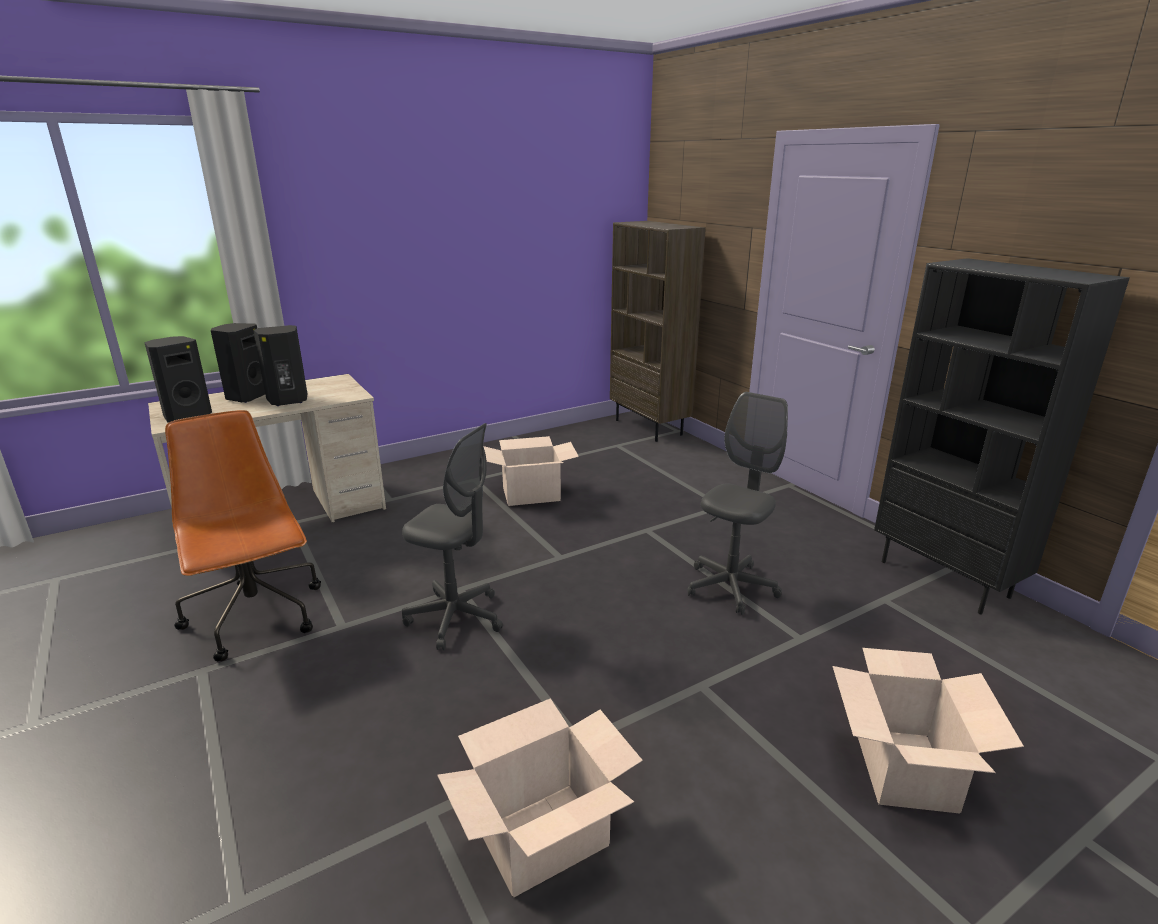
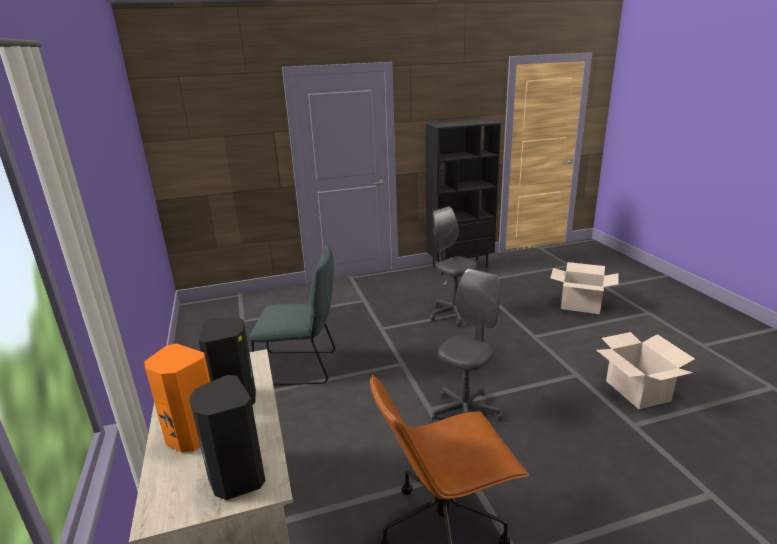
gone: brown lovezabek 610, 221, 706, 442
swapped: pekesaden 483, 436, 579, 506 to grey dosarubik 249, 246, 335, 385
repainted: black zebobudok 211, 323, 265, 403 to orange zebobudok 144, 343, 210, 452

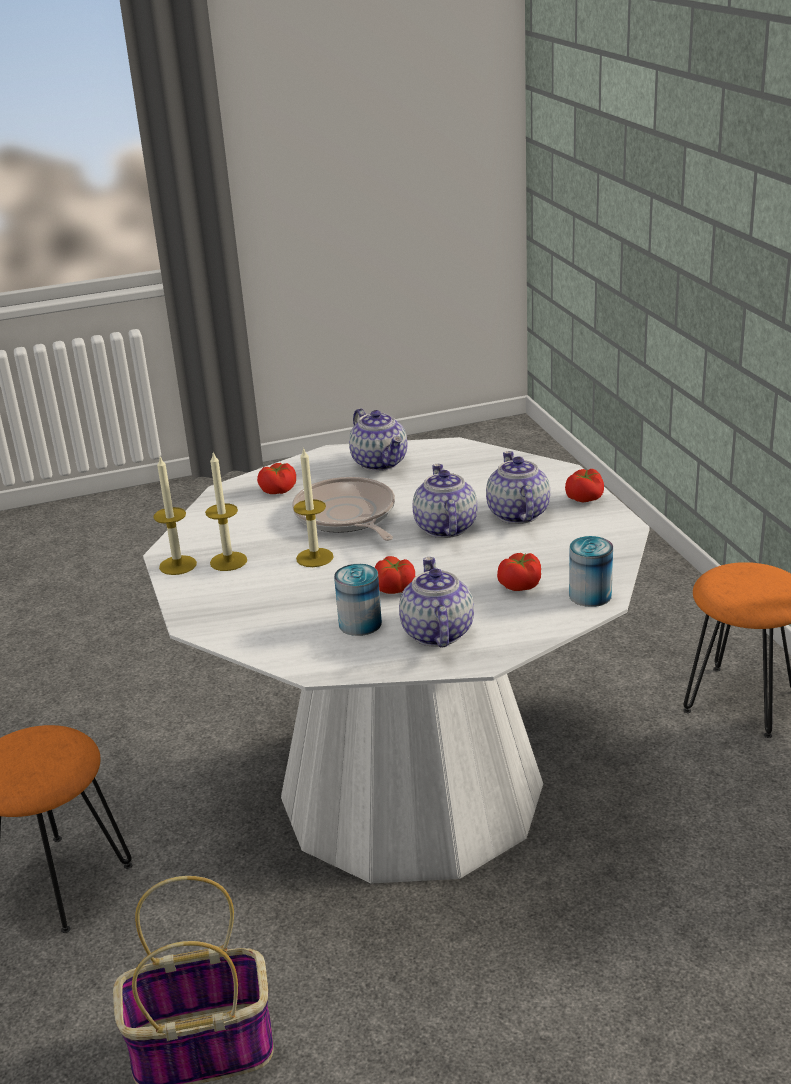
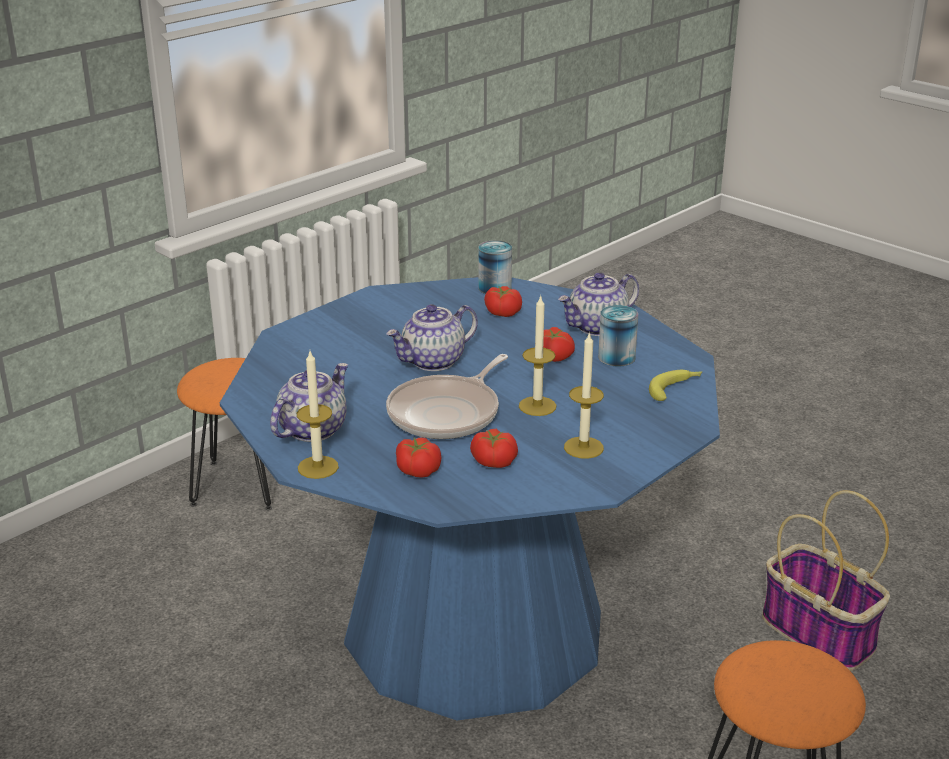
gone: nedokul 486, 451, 550, 524
new: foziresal 649, 370, 702, 401
shifted: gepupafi 153, 457, 197, 575 to 297, 351, 339, 479; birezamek 565, 469, 604, 503 to 470, 429, 518, 468
repainted: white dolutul 143, 437, 650, 884 to blue dolutul 220, 277, 720, 721

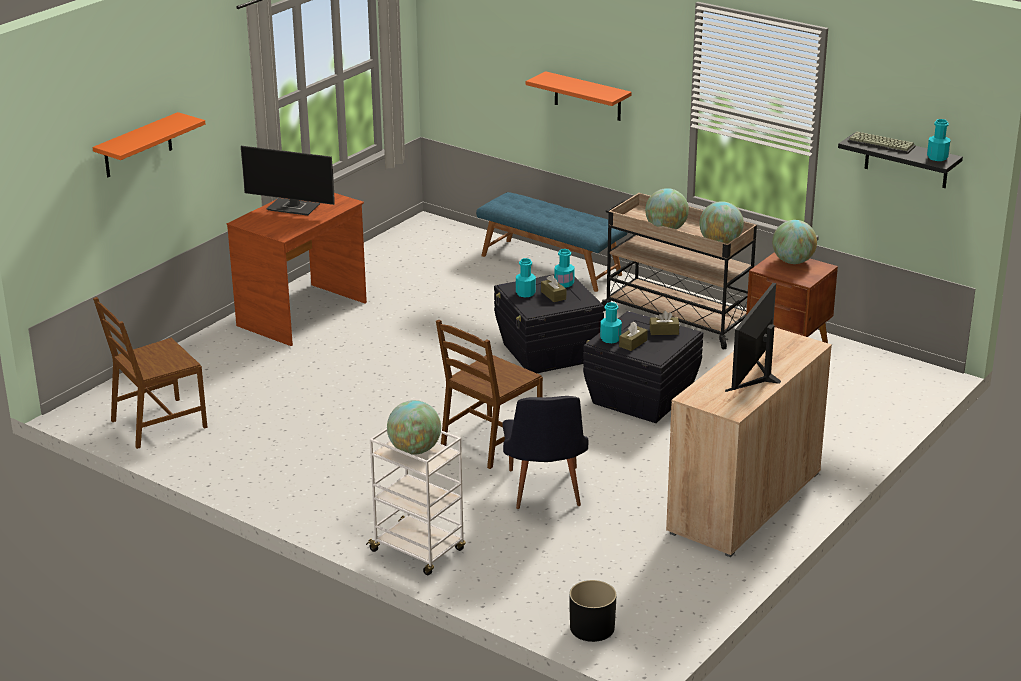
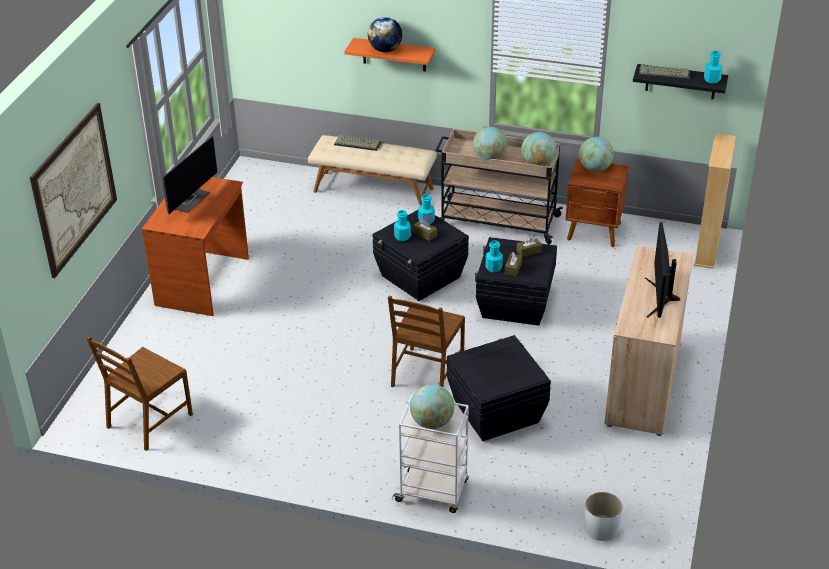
new: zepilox 334, 135, 381, 151; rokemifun 368, 17, 402, 52; beige lovezabek 694, 133, 736, 269
swapped: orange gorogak 92, 112, 205, 177 to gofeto 30, 103, 117, 278; black dosarubik 502, 396, 588, 509 to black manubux 447, 335, 551, 441
repainted: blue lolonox 476, 192, 627, 292 to beige lolonox 308, 135, 437, 206; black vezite 569, 580, 616, 642 to white vezite 584, 492, 622, 541
rotated: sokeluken 241, 146, 334, 216 = 163, 136, 218, 214 60 degrees counterclockwise

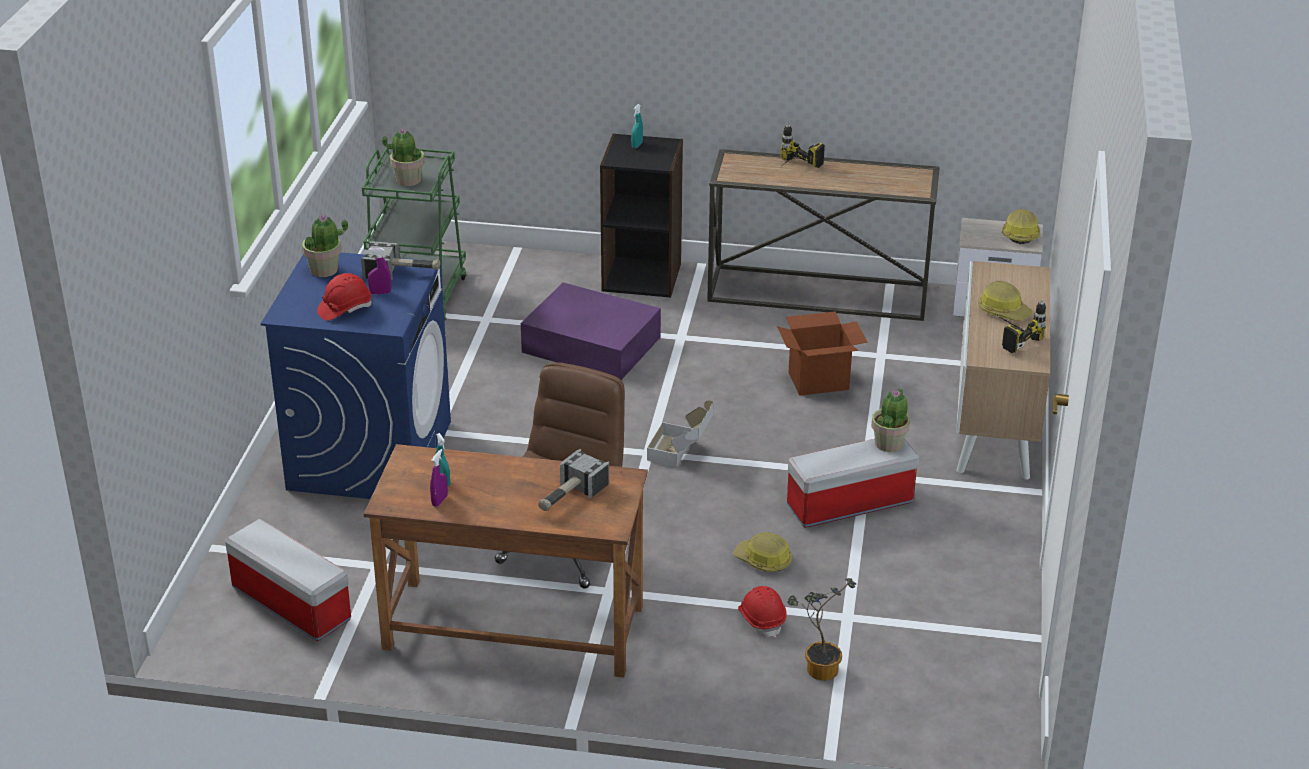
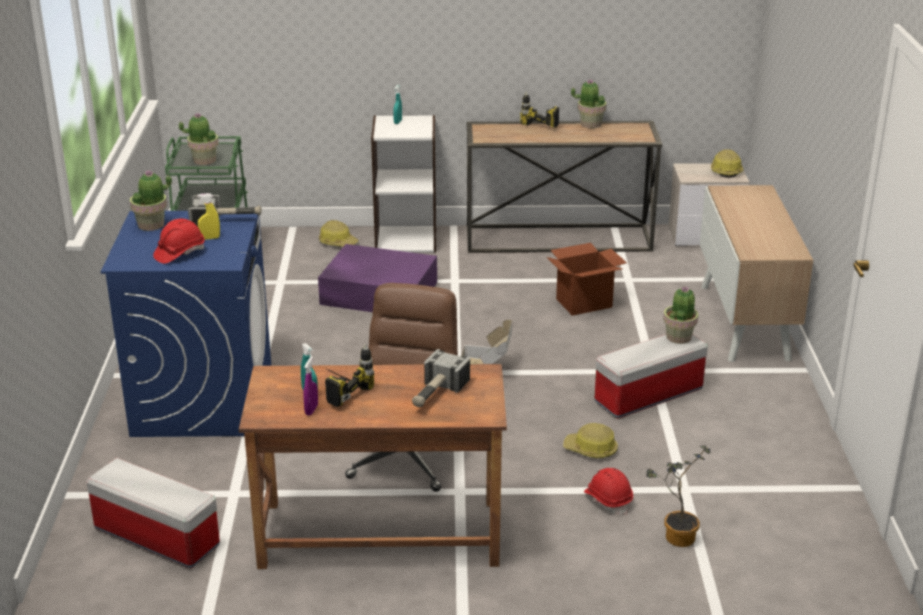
new: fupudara 571, 79, 606, 128
shifted: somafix 979, 280, 1033, 321 to 319, 220, 358, 247; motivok 998, 300, 1046, 353 to 321, 344, 374, 407
repainted: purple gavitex 368, 248, 391, 294 to yellow gavitex 197, 193, 220, 240; black lovezabek 600, 133, 683, 298 to white lovezabek 371, 115, 436, 253

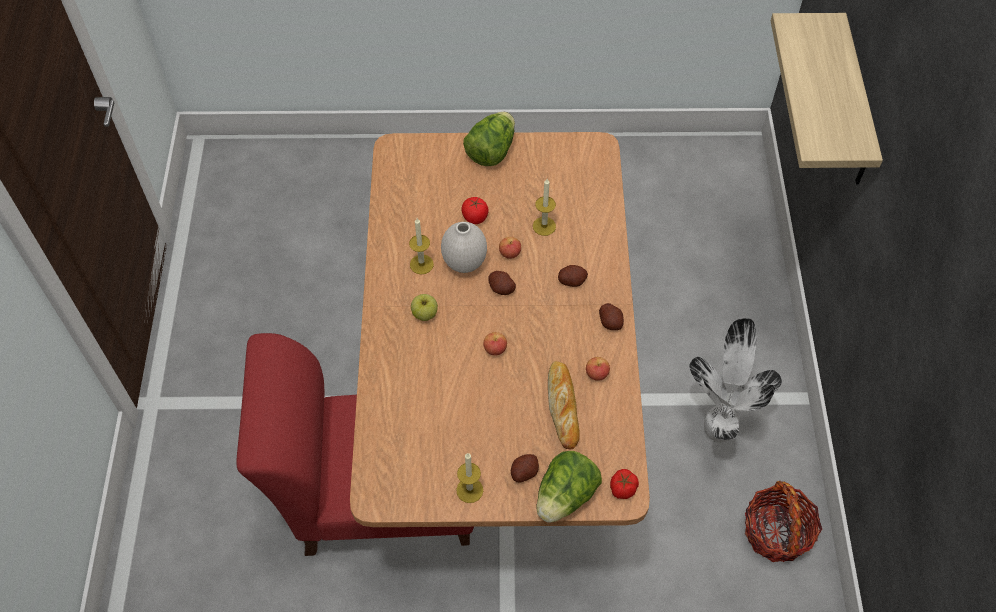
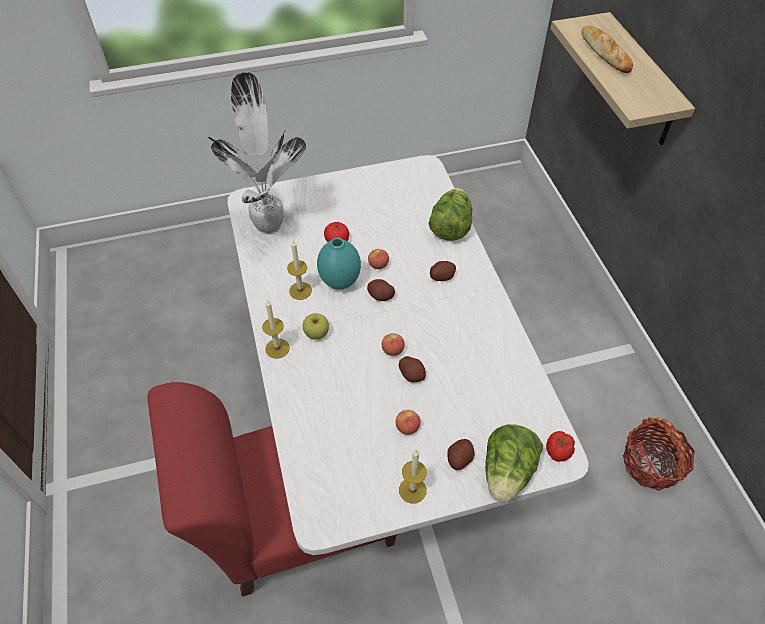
shifted: fupudara 689, 318, 782, 443 to 208, 72, 306, 234; gepupafi 533, 179, 556, 236 to 262, 300, 290, 359; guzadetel 586, 357, 610, 381 to 395, 410, 420, 435; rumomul 599, 303, 624, 330 to 398, 356, 426, 382; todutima 463, 112, 515, 166 to 429, 188, 472, 241; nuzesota 548, 361, 580, 449 to 582, 26, 633, 73
repainted: brown dolutul 350, 132, 650, 527 to white dolutul 228, 155, 589, 555; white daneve 441, 222, 487, 273 to turquoise daneve 317, 238, 361, 290

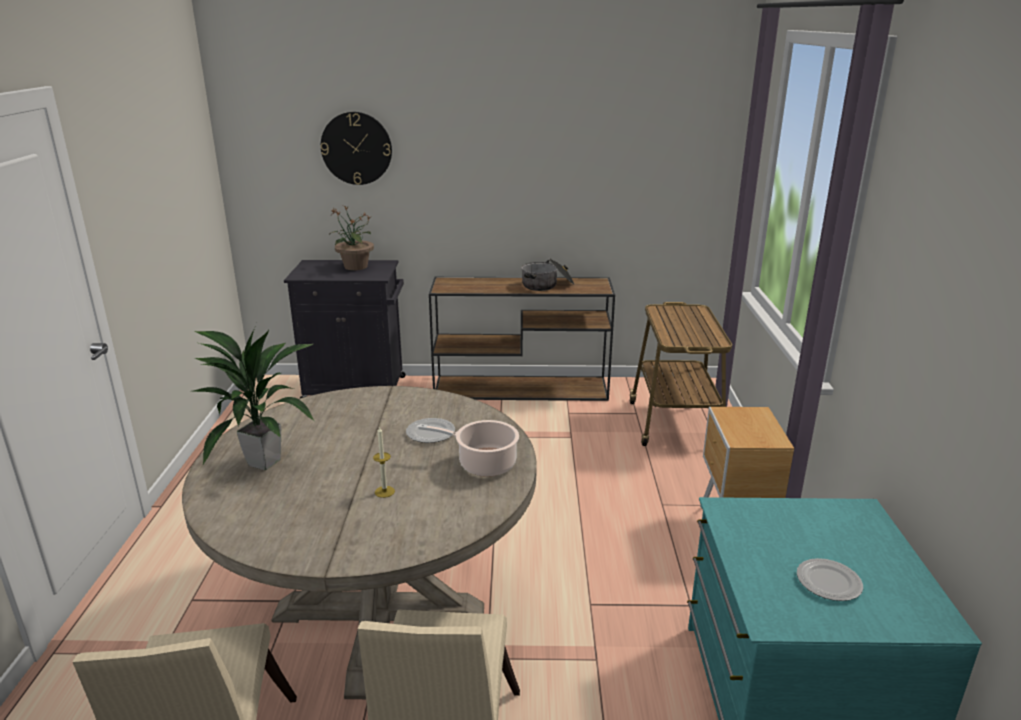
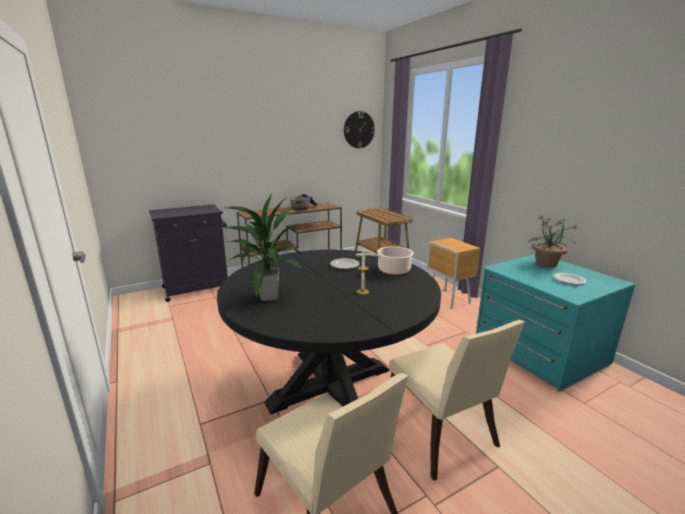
shifted: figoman 320, 112, 392, 185 to 344, 111, 375, 148; fupudara 329, 206, 374, 270 to 529, 216, 578, 267
repainted: beige dolutul 182, 386, 537, 699 to black dolutul 217, 250, 441, 414

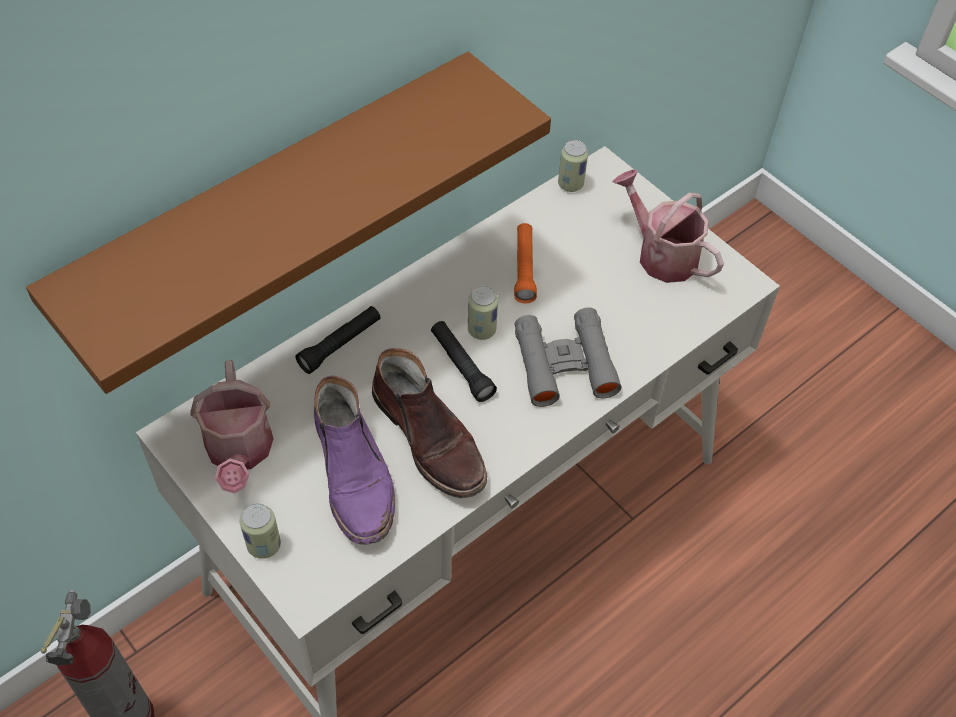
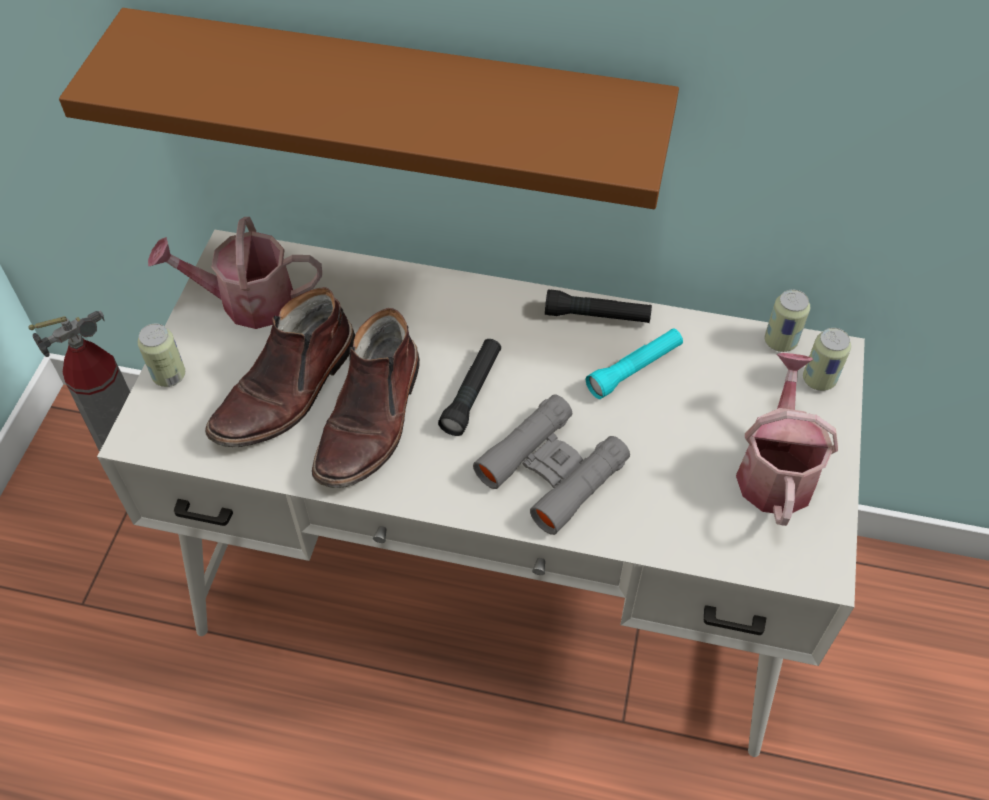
shifted: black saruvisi 295, 306, 381, 374 to 545, 289, 652, 323; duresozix 468, 286, 498, 340 to 803, 328, 851, 391
repainted: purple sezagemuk 314, 376, 395, 545 to brown sezagemuk 205, 287, 355, 447; orange saruvisi 514, 223, 537, 303 to turquoise saruvisi 586, 328, 683, 399
rotated: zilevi 190, 360, 274, 494 = 148, 217, 322, 329 45 degrees clockwise

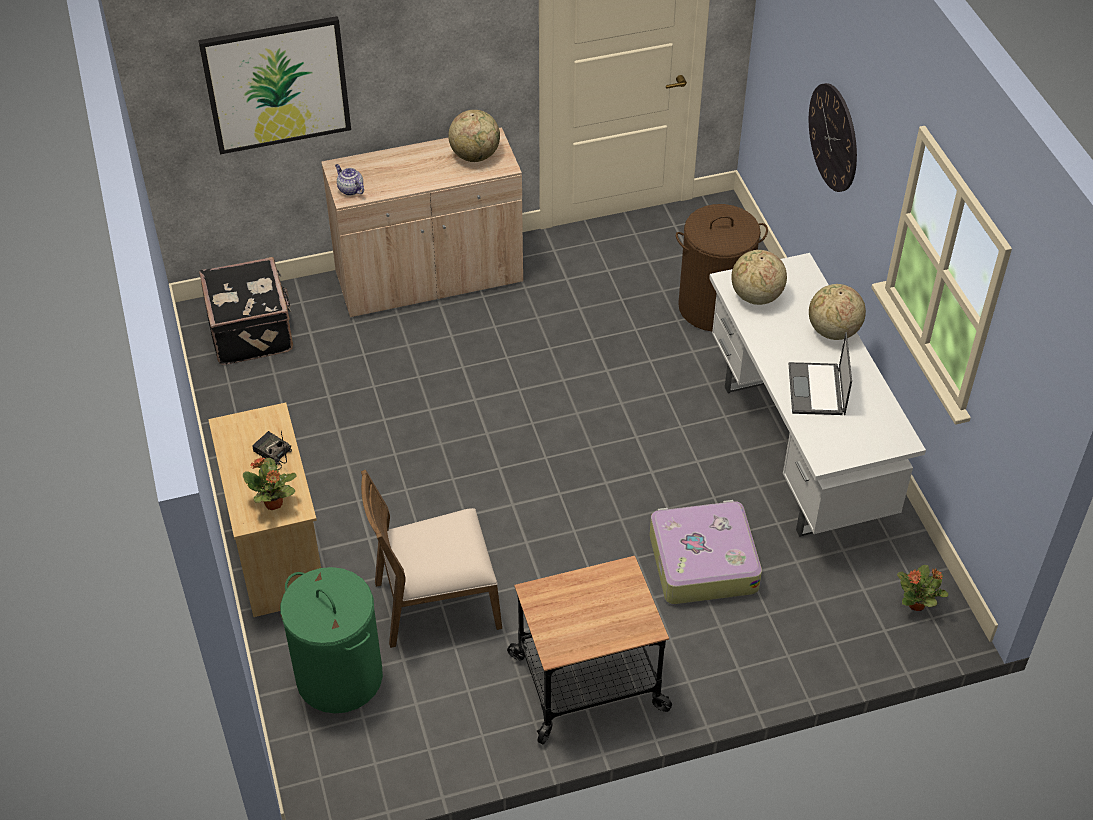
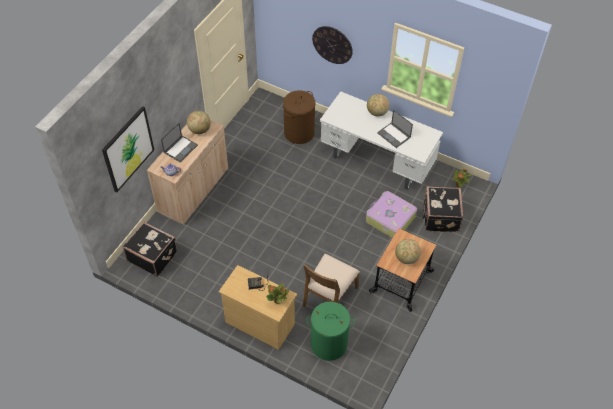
new: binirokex 161, 123, 198, 162; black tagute 422, 186, 463, 232
shifted: rokemifun 731, 250, 787, 305 to 395, 239, 421, 264

